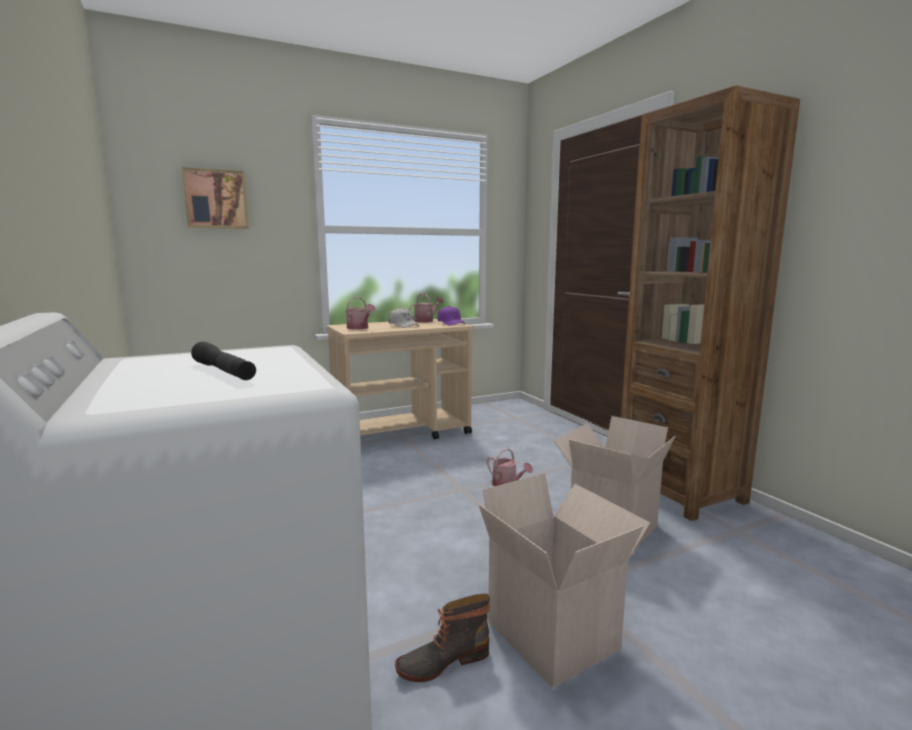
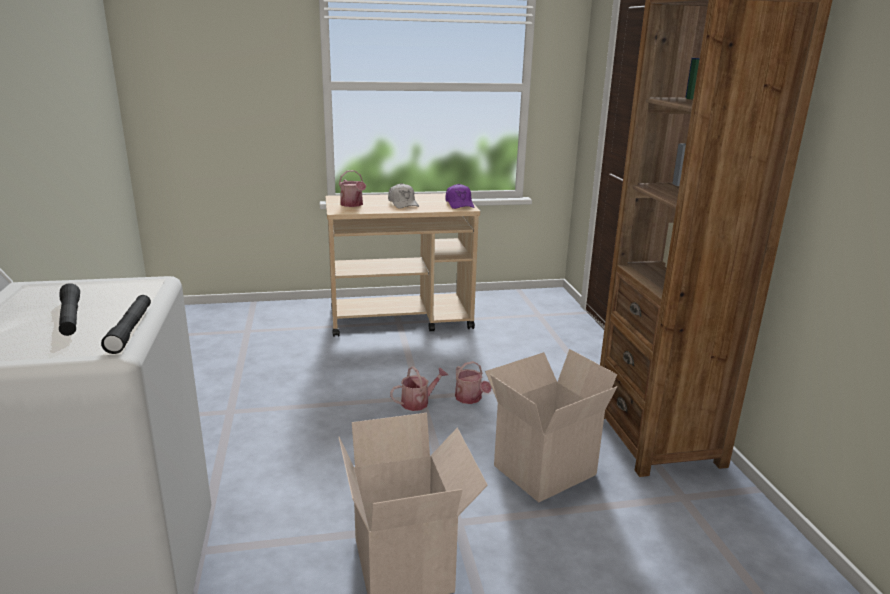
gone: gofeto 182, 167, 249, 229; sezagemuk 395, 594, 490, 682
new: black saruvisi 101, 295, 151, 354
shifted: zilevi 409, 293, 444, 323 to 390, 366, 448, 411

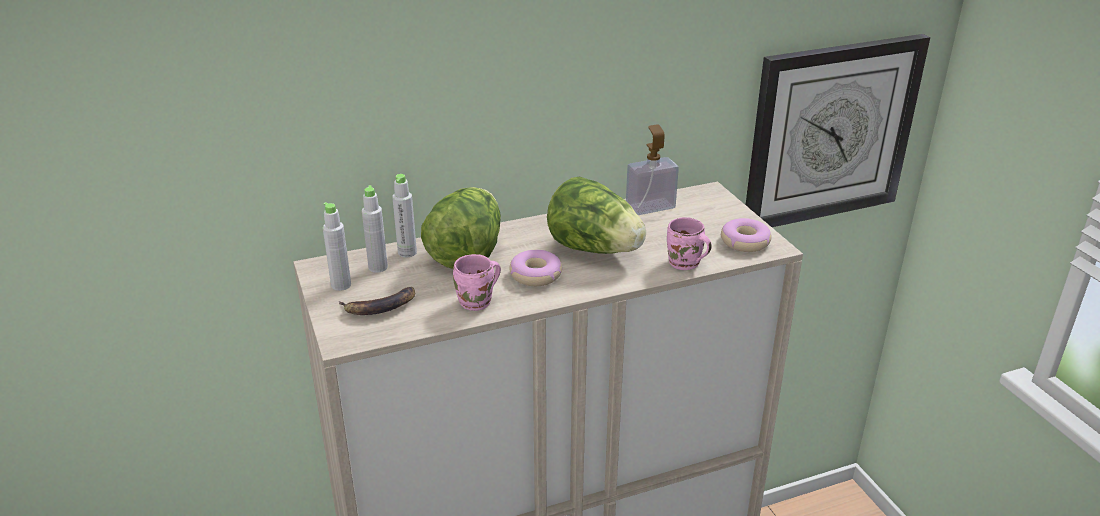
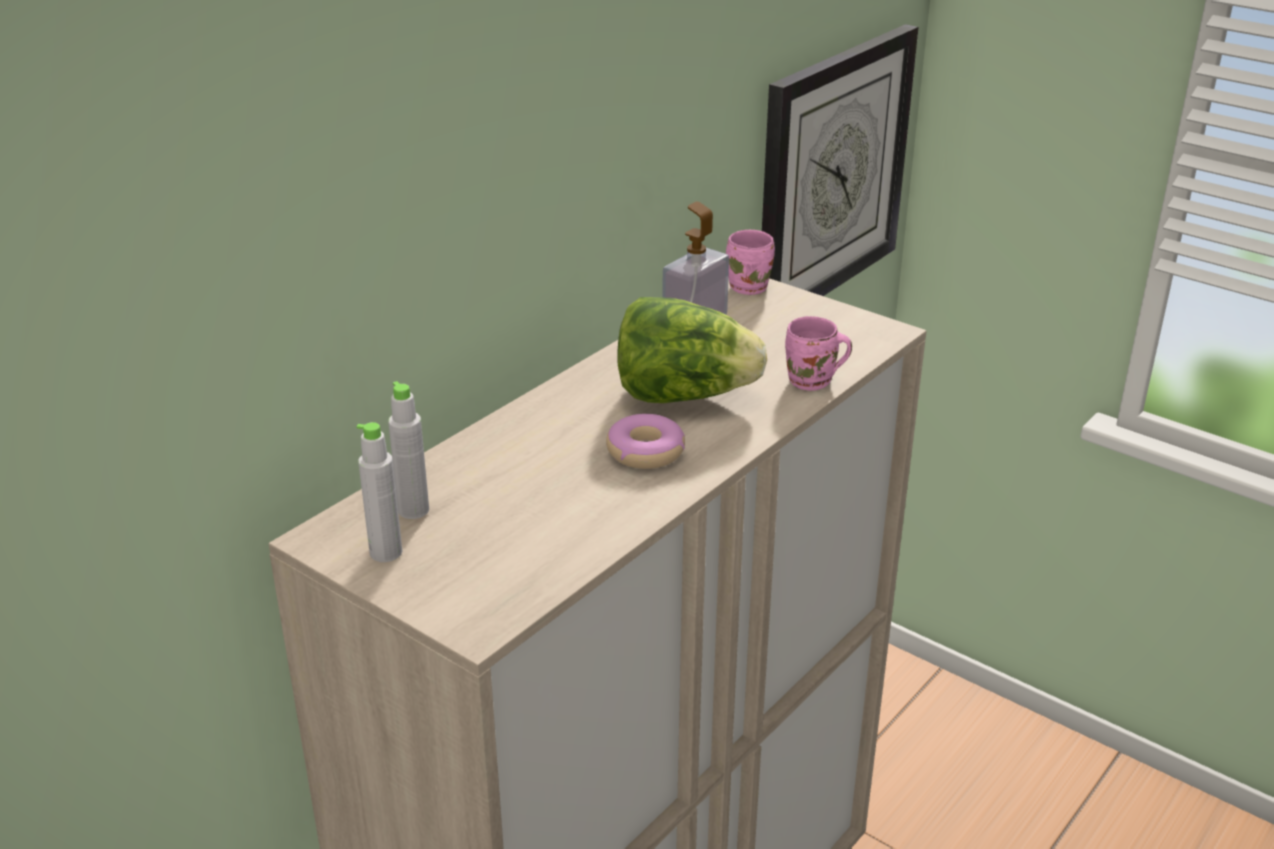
gone: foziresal 339, 287, 415, 315; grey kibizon 392, 174, 417, 258; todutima 421, 187, 501, 269; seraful 721, 218, 772, 252
shifted: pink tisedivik 453, 254, 501, 311 to 726, 230, 775, 295

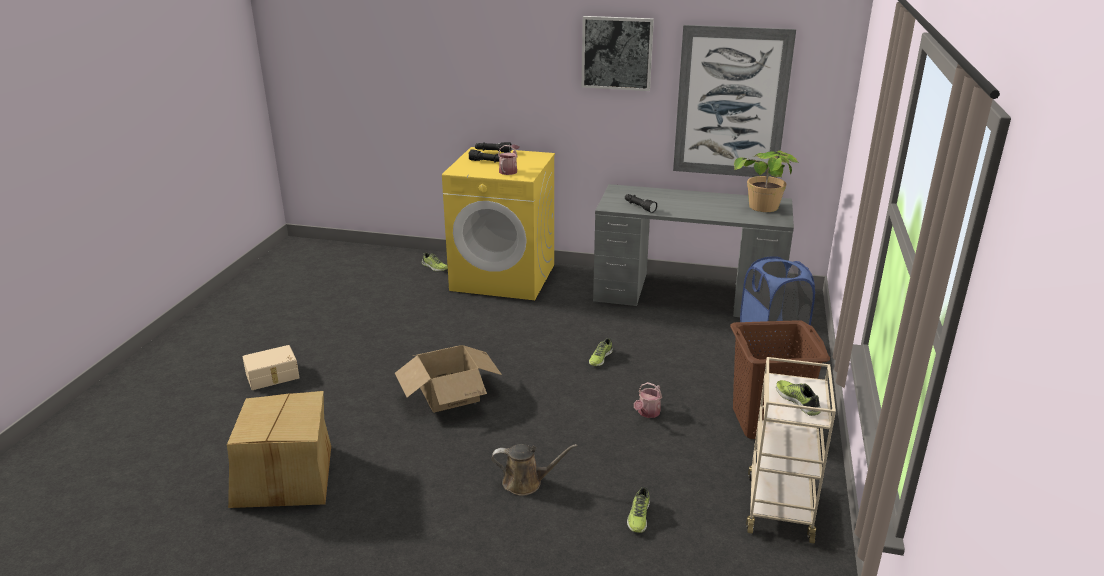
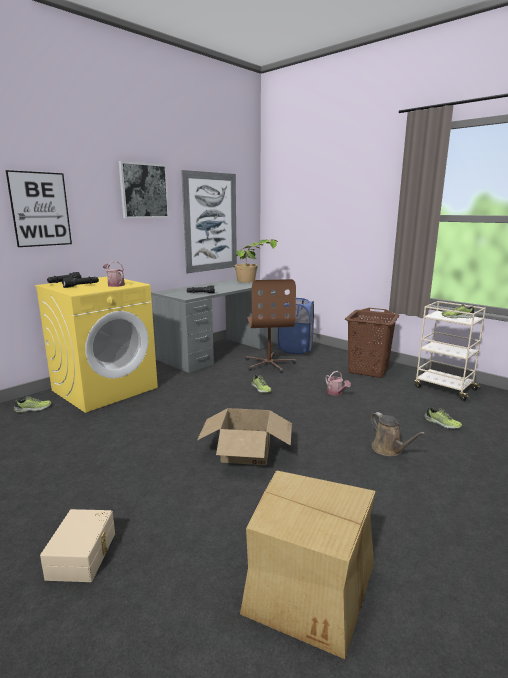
new: gofeto 6, 170, 72, 247; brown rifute 245, 279, 296, 373
rotated: brown zilevi 492, 444, 577, 496 = 371, 412, 426, 456 120 degrees clockwise

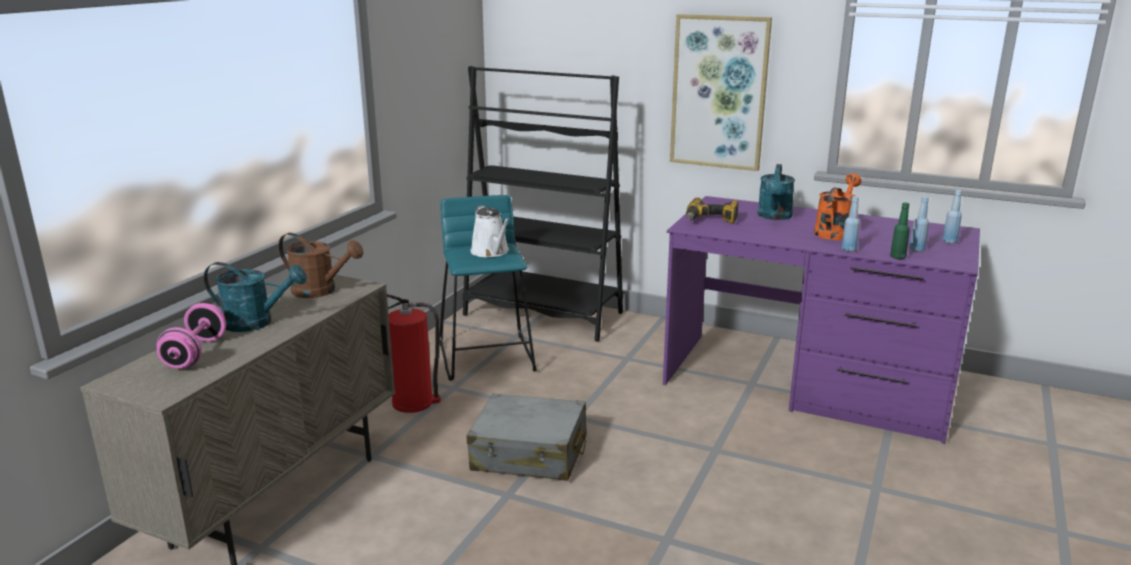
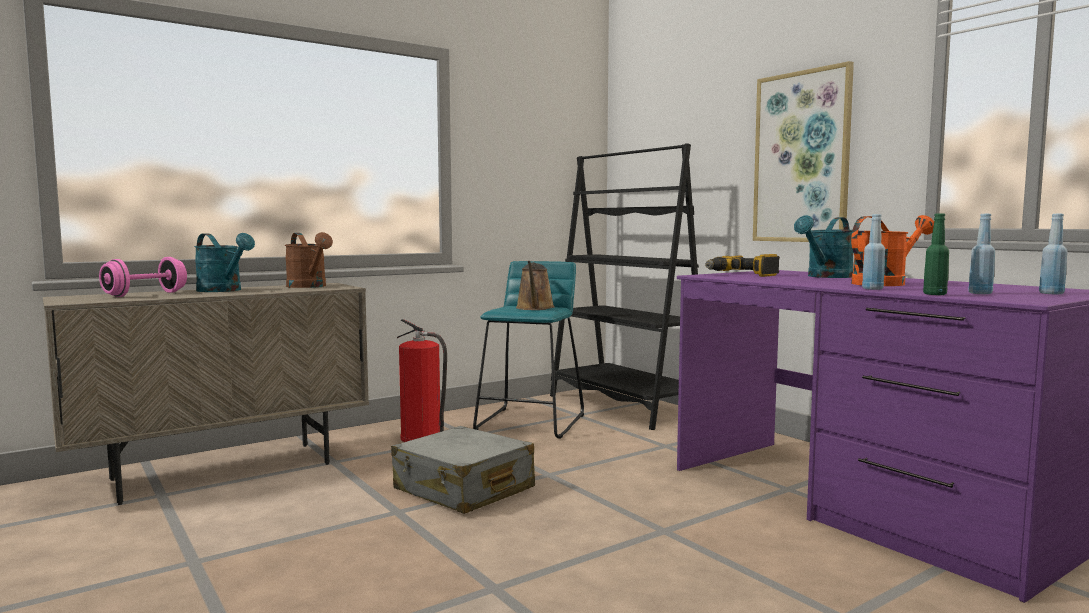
repainted: white zilevi 471, 206, 510, 257 to brown zilevi 516, 261, 555, 310

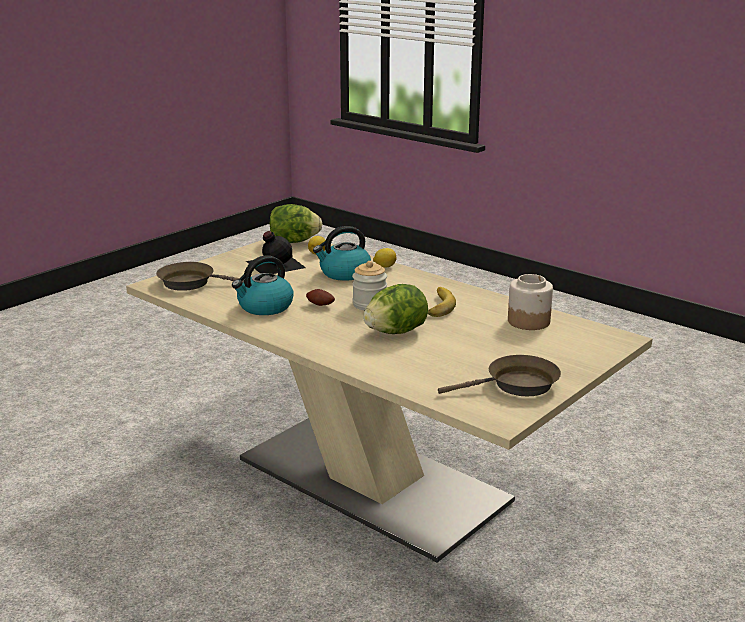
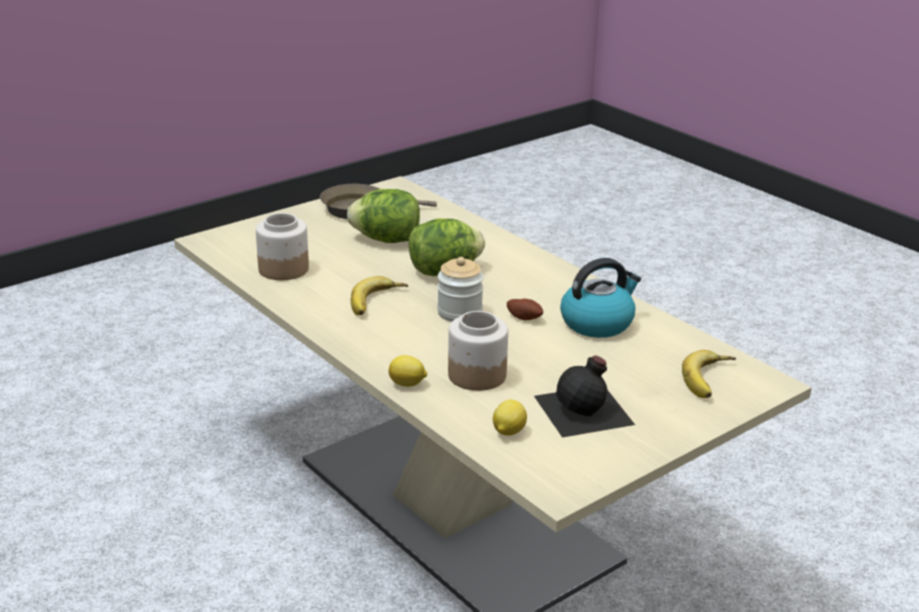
shifted: todutima 270, 204, 322, 243 to 347, 189, 420, 243
swapped: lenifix 313, 226, 371, 281 to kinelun 448, 311, 508, 391; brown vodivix 156, 262, 244, 291 to foziresal 682, 350, 736, 398

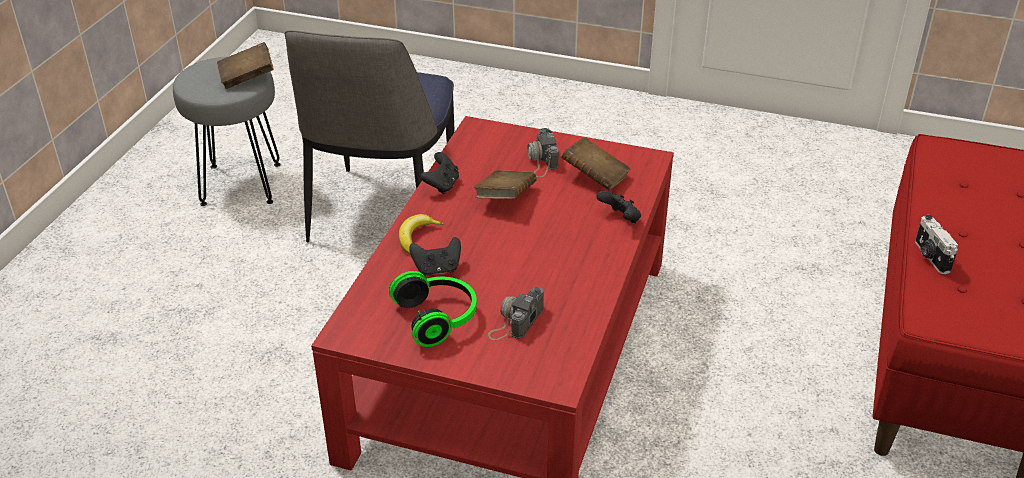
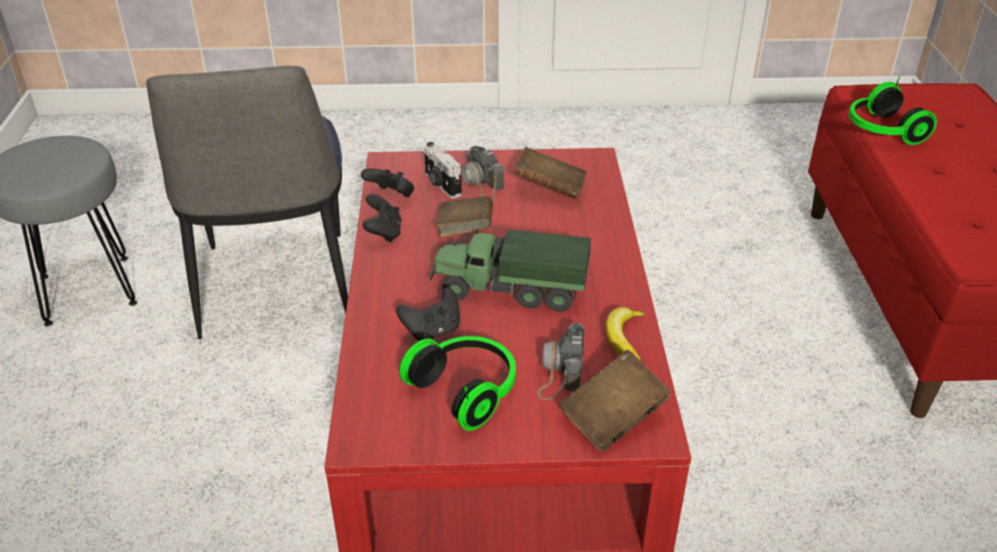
new: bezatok 429, 228, 591, 312; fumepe 849, 75, 937, 145
shifted: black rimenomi 596, 191, 641, 223 to 361, 168, 414, 197; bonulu 915, 215, 958, 274 to 424, 142, 462, 198; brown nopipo 217, 42, 274, 89 to 559, 350, 671, 452; foziresal 399, 214, 444, 255 to 605, 307, 645, 360

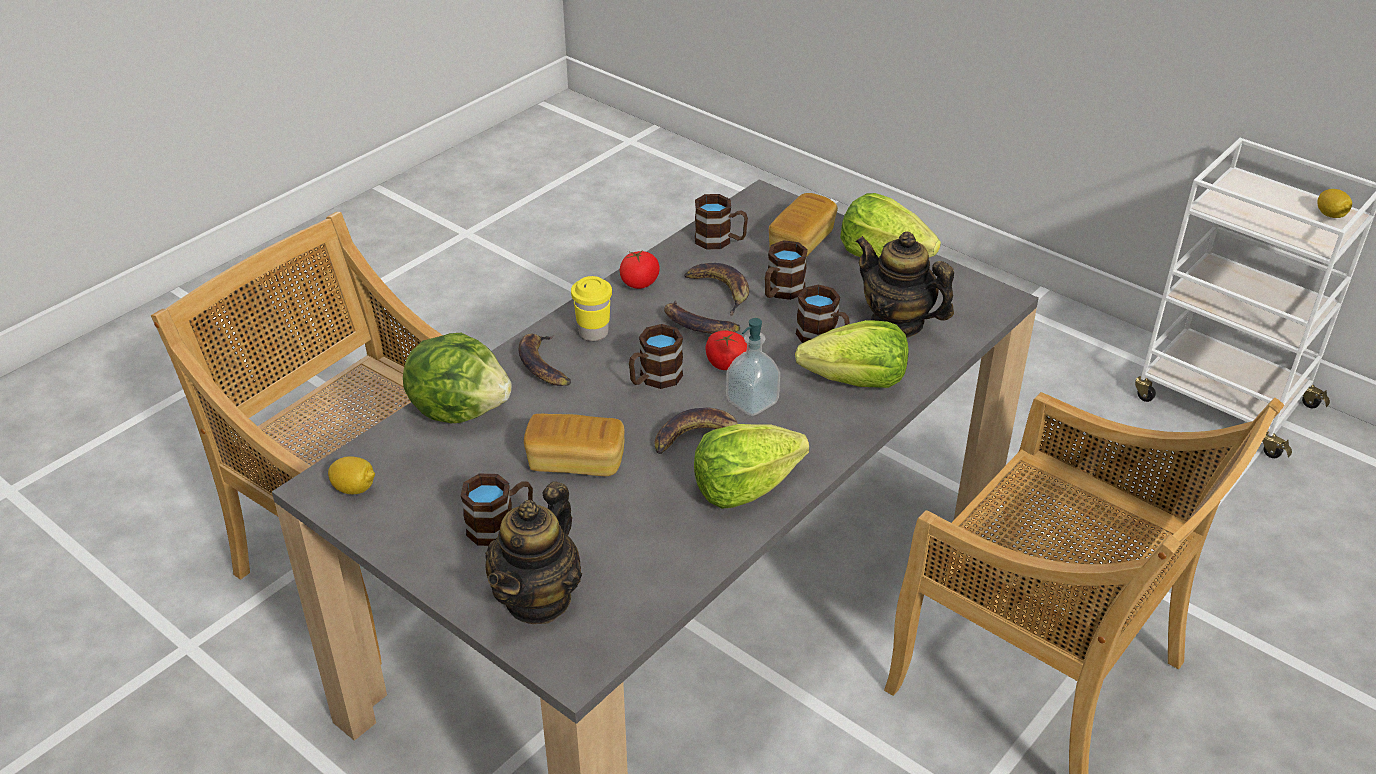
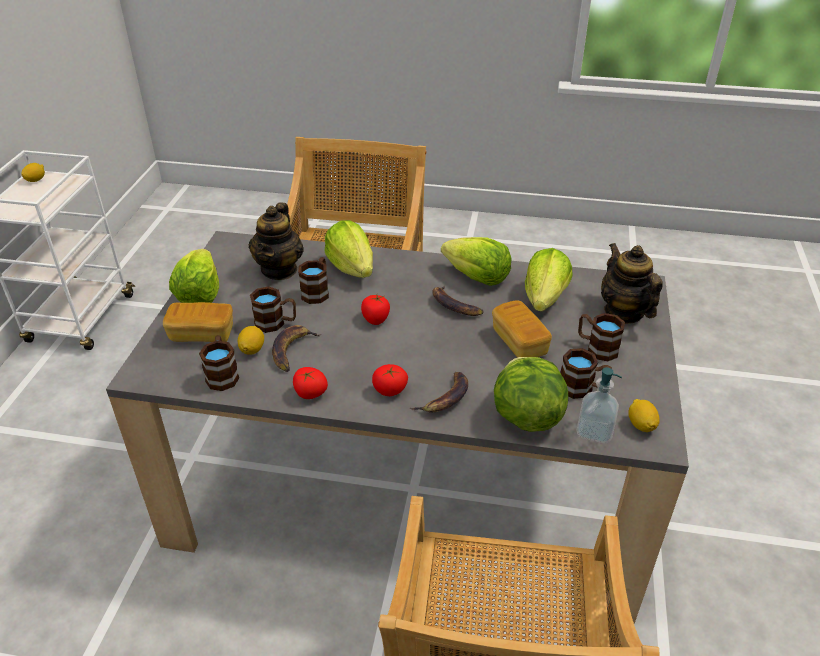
gone: foziresal 664, 301, 740, 334
new: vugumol 238, 326, 264, 355; todutima 525, 248, 572, 312
shifted: brown tisedivik 629, 324, 683, 389 to 561, 348, 612, 399; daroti 726, 318, 780, 416 to 577, 367, 622, 443
swapped: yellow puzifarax 571, 276, 612, 341 to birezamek 372, 364, 408, 396
rotated: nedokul 485, 481, 582, 624 = 601, 243, 663, 324 105 degrees counterclockwise

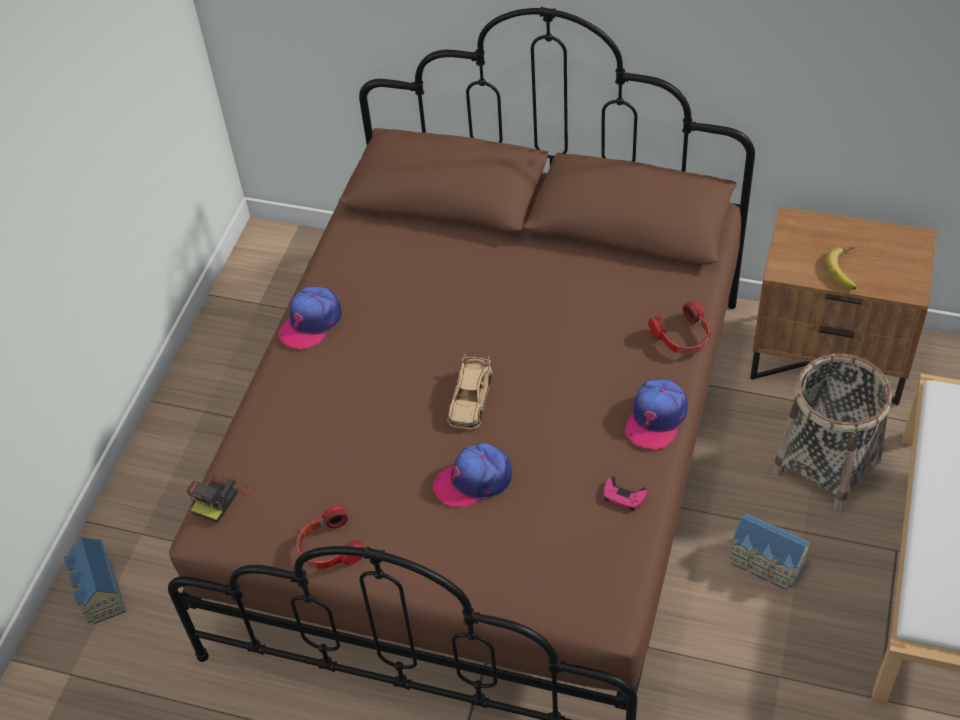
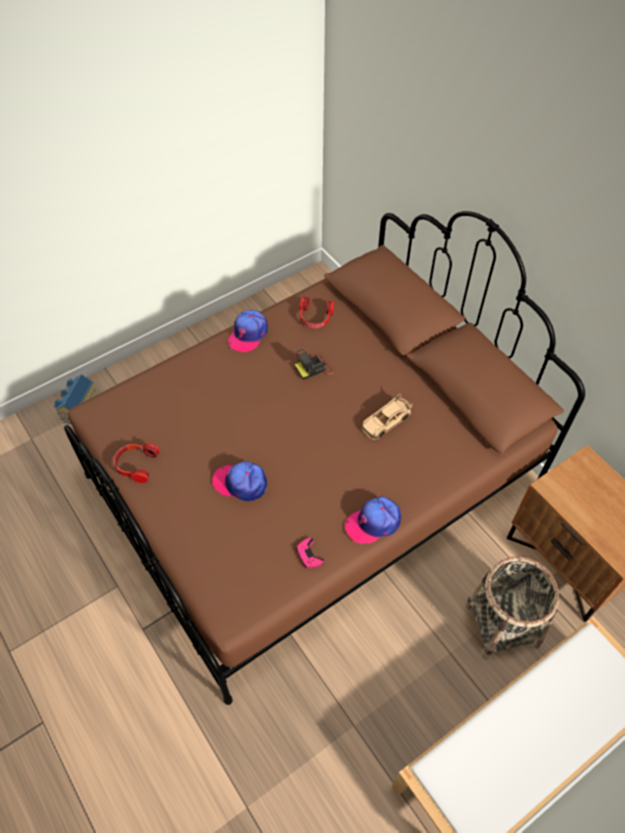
gone: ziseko 730, 514, 811, 590; foziresal 825, 247, 857, 290
shifted: bonulu 187, 475, 252, 523 to 295, 349, 334, 380; fumepe 648, 301, 710, 354 to 300, 297, 334, 328; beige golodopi 447, 353, 493, 429 to 361, 393, 412, 439
rotated: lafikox 279, 287, 342, 349 = 228, 310, 268, 352 45 degrees counterclockwise

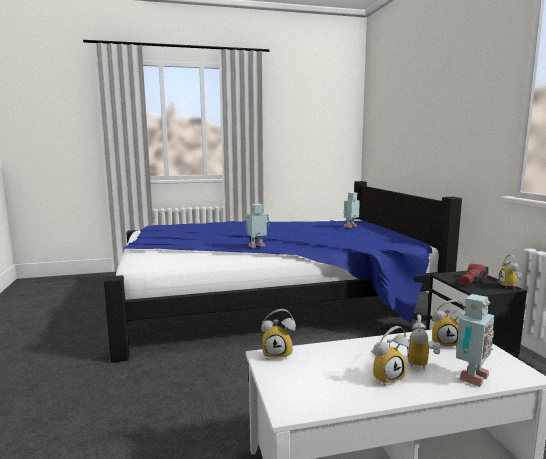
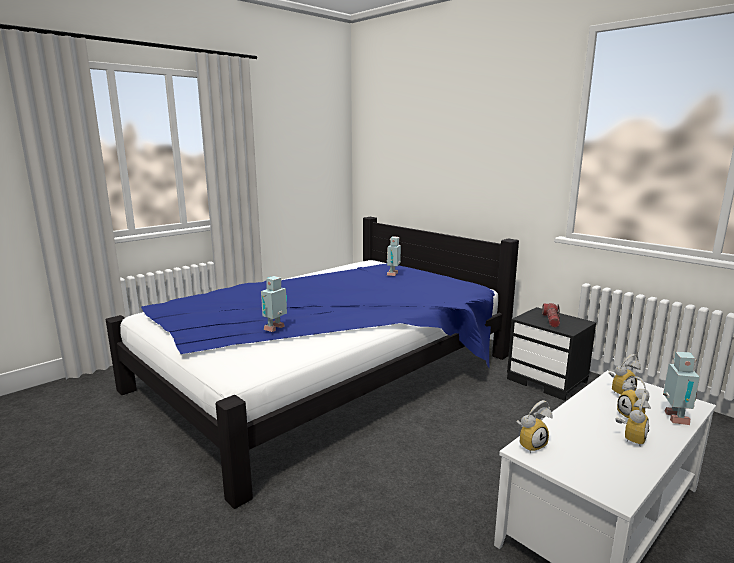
gone: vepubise 499, 254, 523, 290
shifted: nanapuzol 246, 203, 269, 248 to 261, 276, 287, 332

